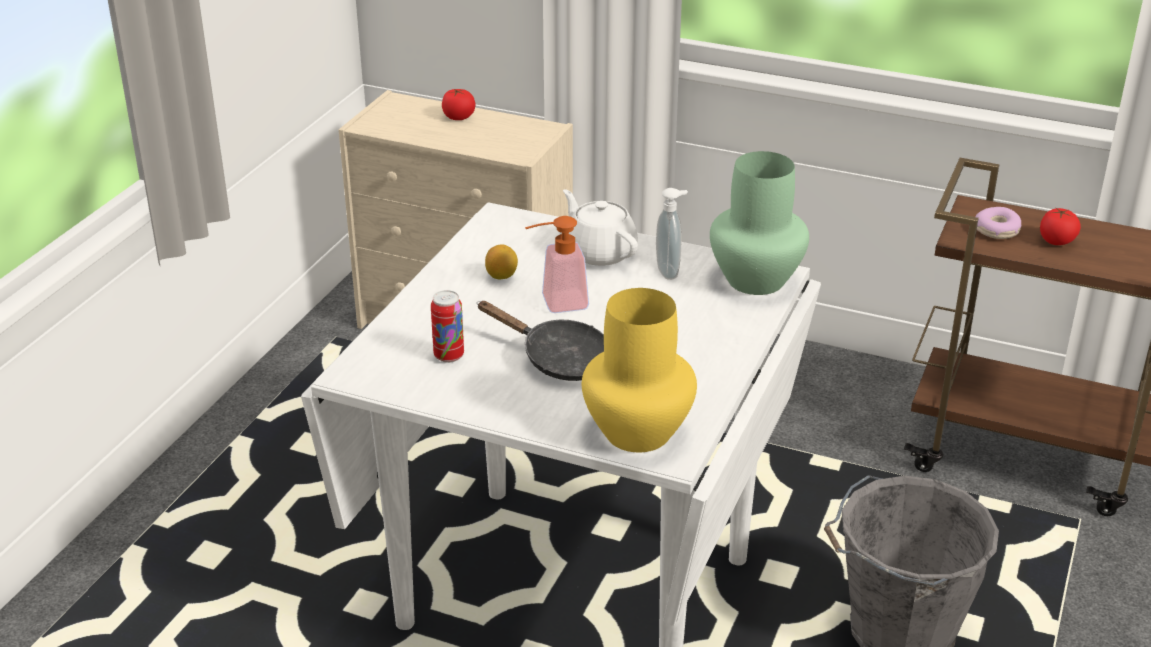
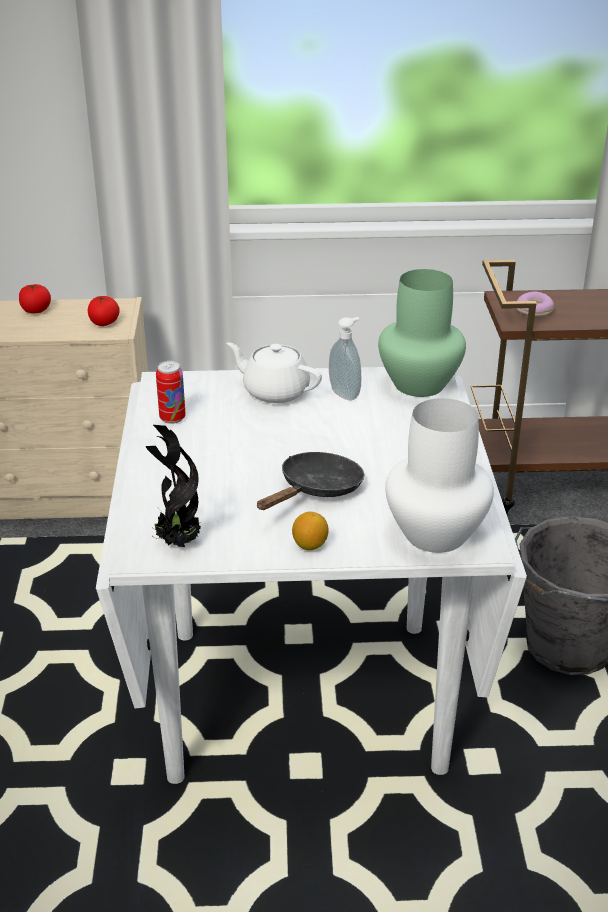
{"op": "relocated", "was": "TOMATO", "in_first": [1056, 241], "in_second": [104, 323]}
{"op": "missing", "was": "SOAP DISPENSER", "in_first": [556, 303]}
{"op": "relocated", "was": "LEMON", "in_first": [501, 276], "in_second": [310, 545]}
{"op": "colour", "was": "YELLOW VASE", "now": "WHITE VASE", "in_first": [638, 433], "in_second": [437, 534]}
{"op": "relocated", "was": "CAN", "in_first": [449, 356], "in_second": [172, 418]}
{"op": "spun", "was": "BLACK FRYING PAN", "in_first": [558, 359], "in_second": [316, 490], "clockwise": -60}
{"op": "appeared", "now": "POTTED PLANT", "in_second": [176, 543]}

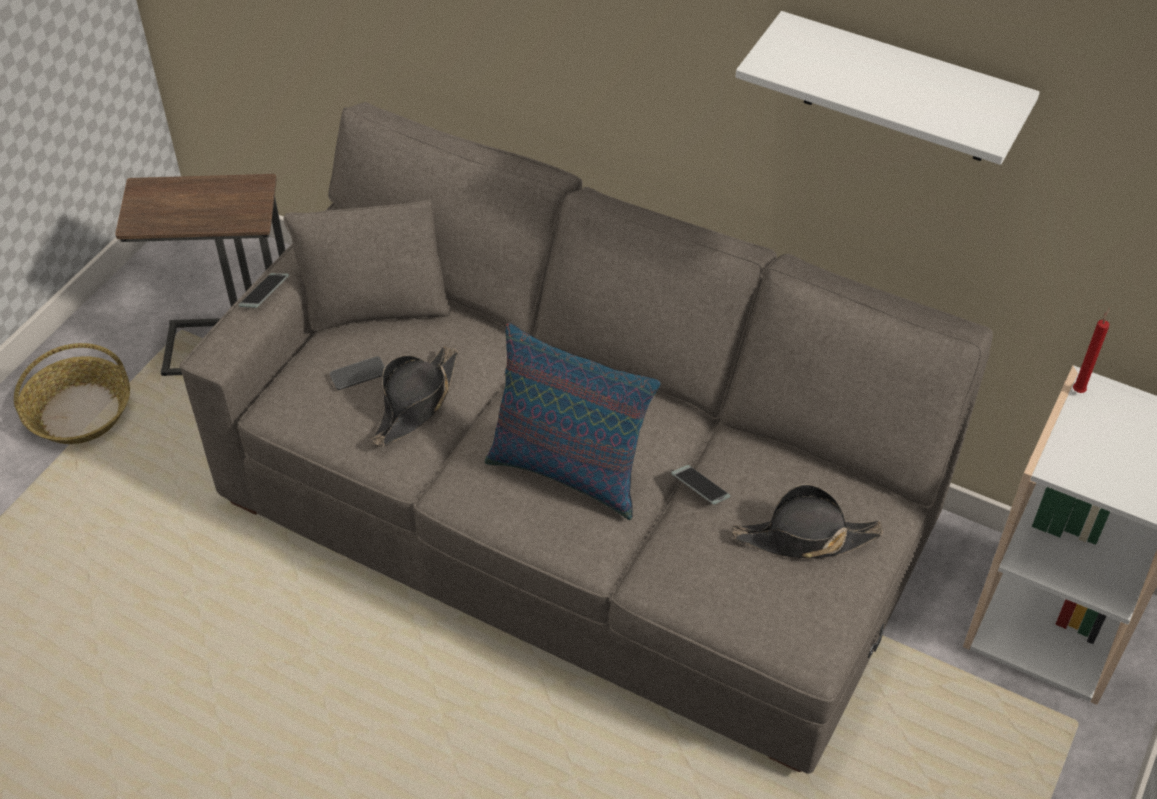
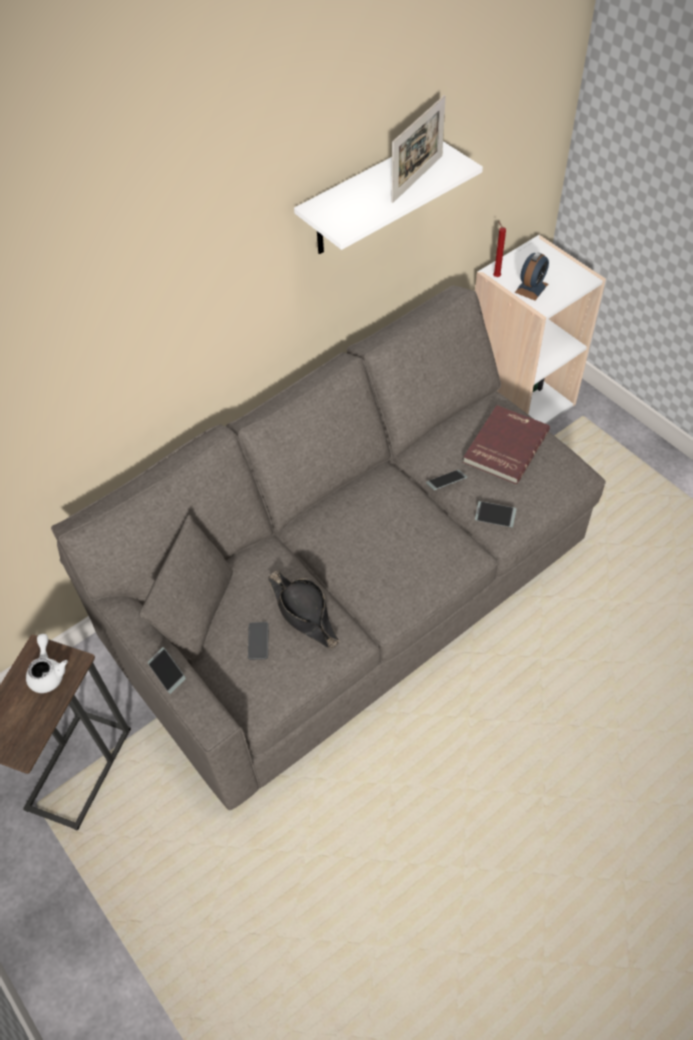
{"op": "missing", "was": "BLUE PILLOW", "in_first": [568, 473]}
{"op": "missing", "was": "BASKET", "in_first": [80, 411]}
{"op": "exchanged", "was": "BLACK HAT", "now": "RED BOOK", "in_first": [805, 538], "in_second": [504, 446]}
{"op": "appeared", "now": "PICTURE FRAME", "in_second": [417, 179]}
{"op": "appeared", "now": "ALARM CLOCK", "in_second": [531, 288]}
{"op": "appeared", "now": "PHONE", "in_second": [495, 516]}
{"op": "appeared", "now": "WHITE TEAPOT", "in_second": [48, 672]}

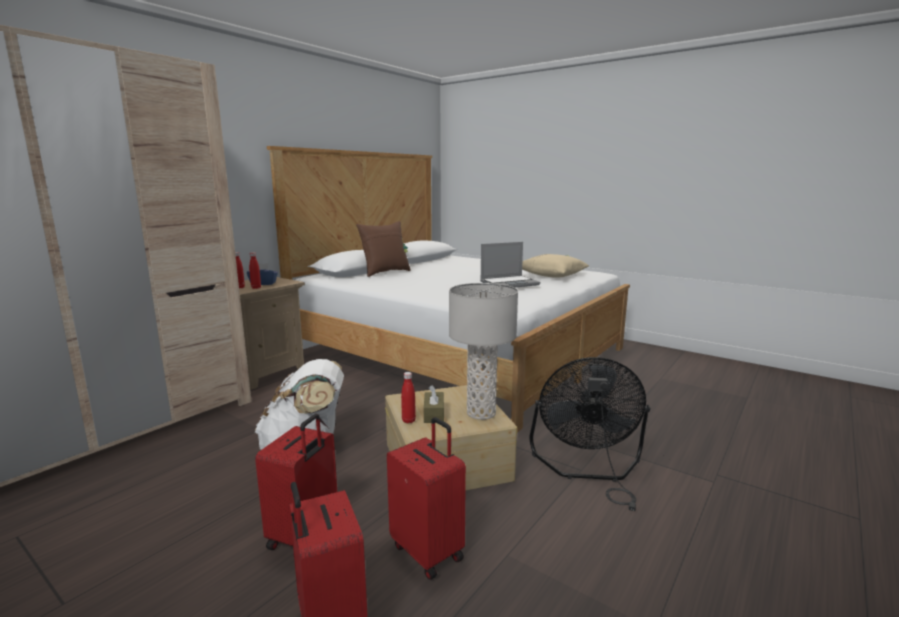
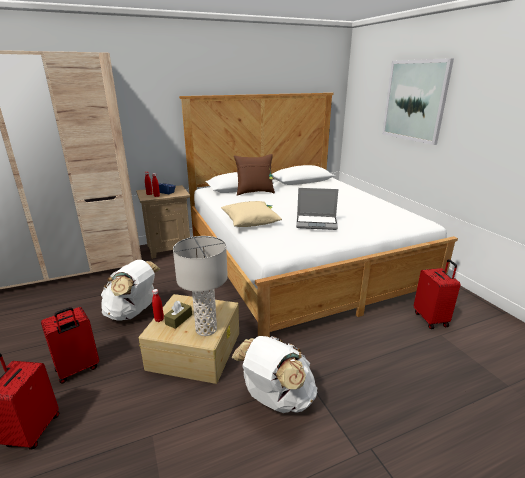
{"op": "relocated", "was": "BEIGE PILLOW", "in_first": [551, 276], "in_second": [250, 222]}
{"op": "exchanged", "was": "BLACK FAN", "now": "WHITE BACKPACK", "in_first": [593, 470], "in_second": [276, 399]}
{"op": "relocated", "was": "RED SUITCASE", "in_first": [429, 551], "in_second": [431, 319]}
{"op": "appeared", "now": "PICTURE", "in_second": [414, 101]}

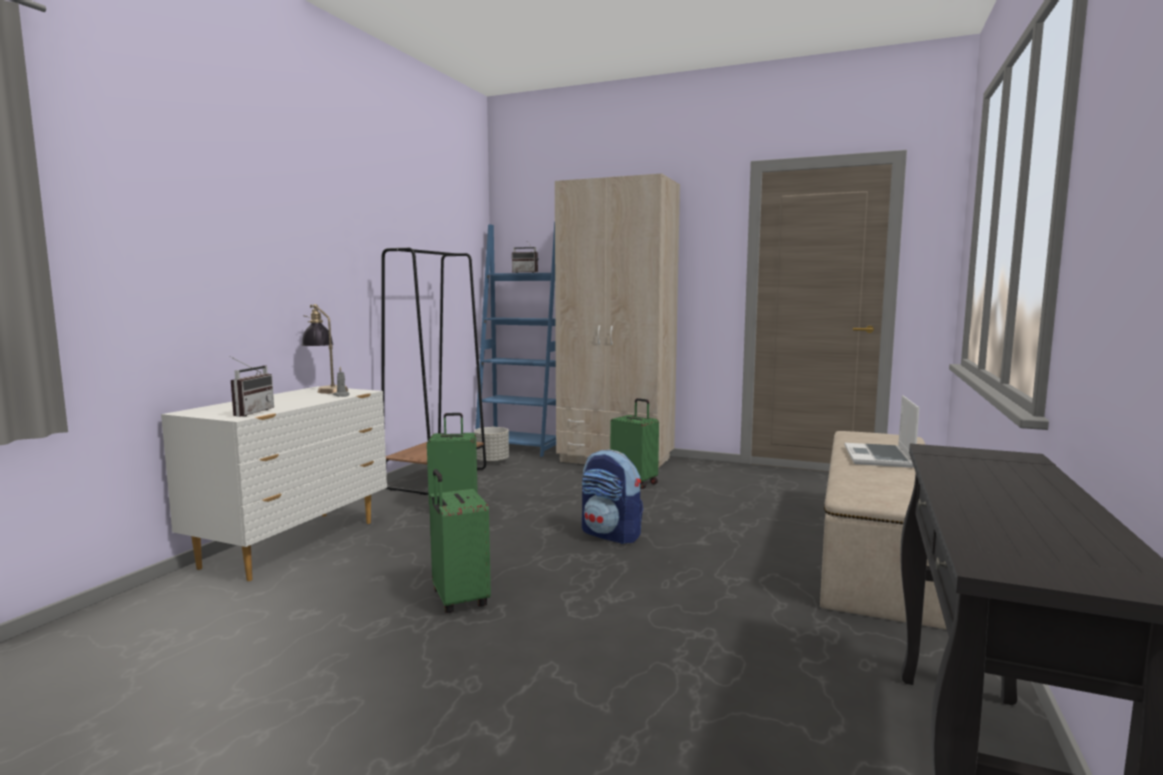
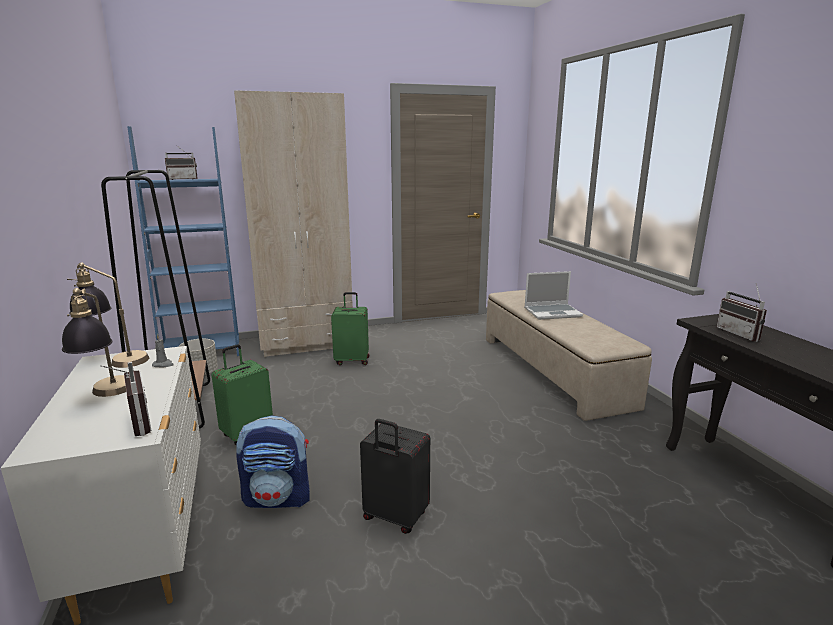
{"op": "spun", "was": "LAPTOP", "in_first": [879, 457], "in_second": [553, 312], "clockwise": -75}
{"op": "relocated", "was": "BACKPACK", "in_first": [611, 535], "in_second": [278, 498]}
{"op": "colour", "was": "GREEN SUITCASE", "now": "BLACK SUITCASE", "in_first": [458, 600], "in_second": [394, 517]}
{"op": "appeared", "now": "RADIO", "in_second": [741, 334]}
{"op": "appeared", "now": "TABLE LAMP", "in_second": [107, 395]}

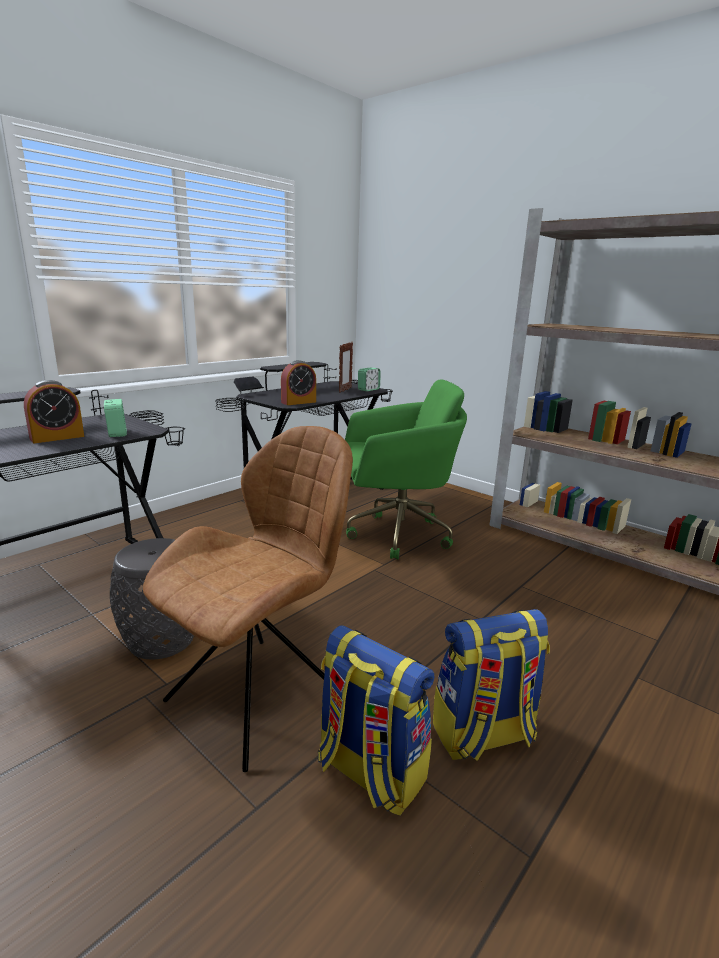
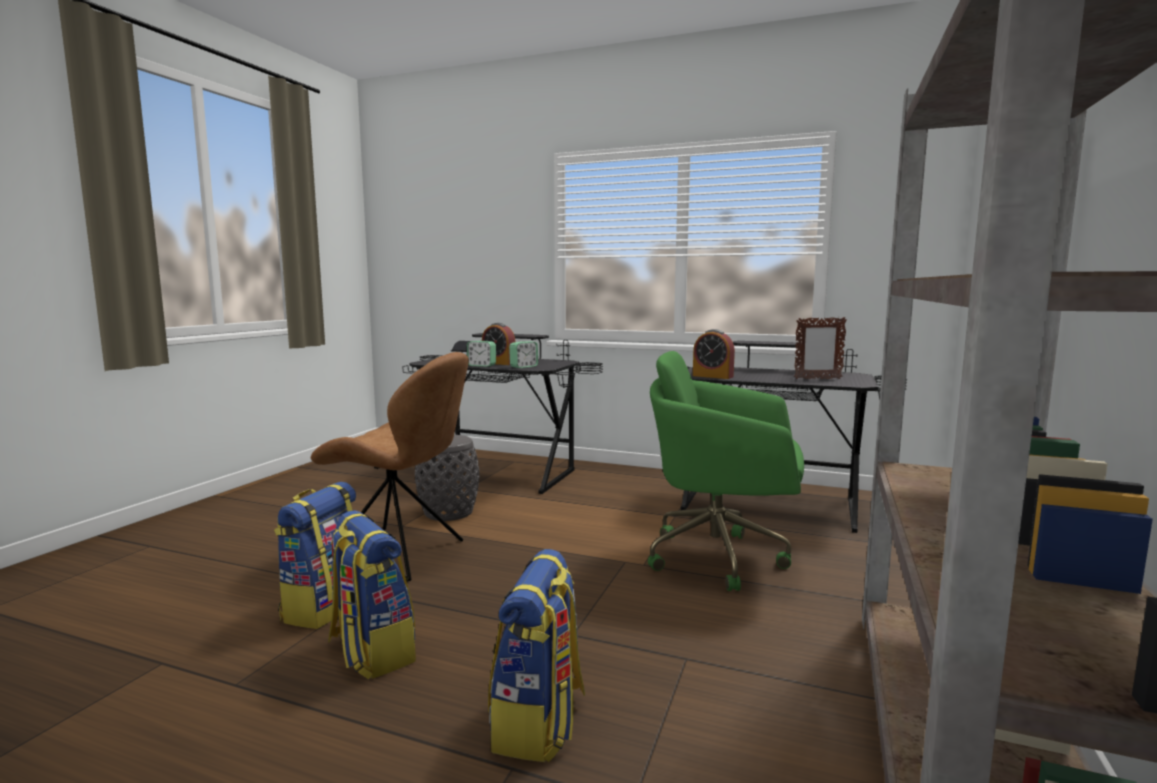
{"op": "relocated", "was": "ALARM CLOCK", "in_first": [368, 389], "in_second": [481, 365]}
{"op": "spun", "was": "GREEN OFFICE CHAIR", "in_first": [394, 536], "in_second": [722, 559], "clockwise": 135}
{"op": "appeared", "now": "BACKPACK", "in_second": [539, 722]}

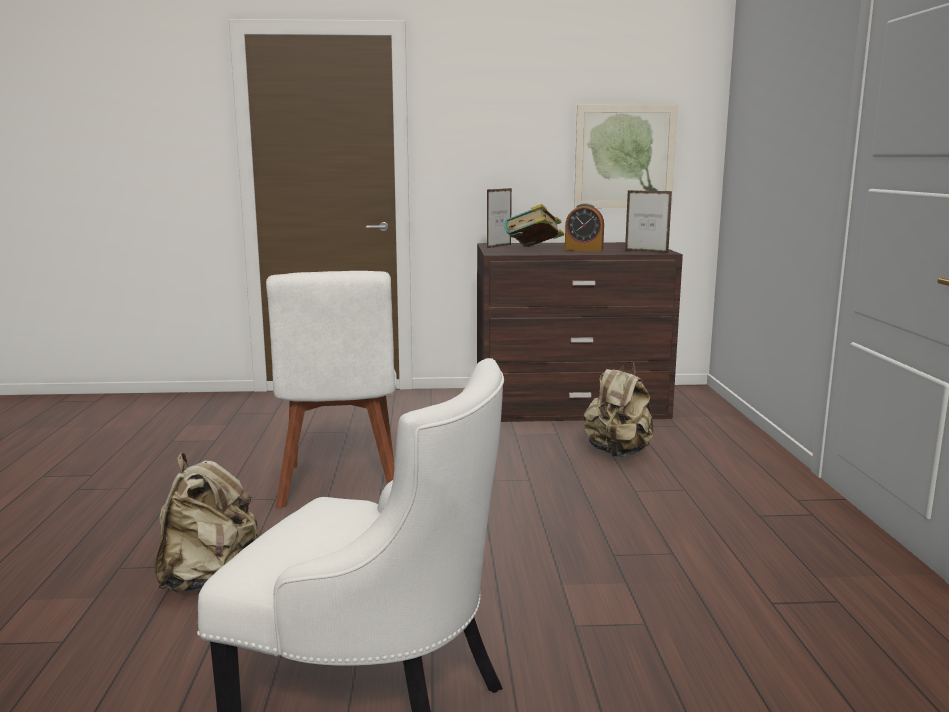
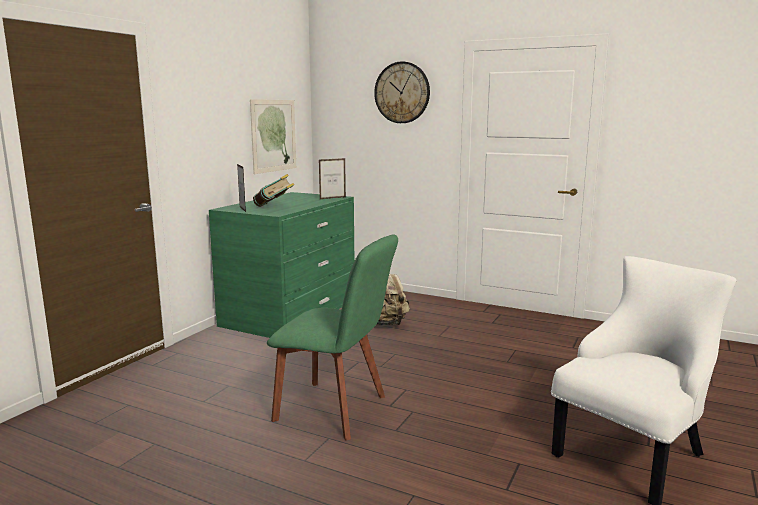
{"op": "missing", "was": "ALARM CLOCK", "in_first": [583, 250]}
{"op": "colour", "was": "BROWN DRESSER", "now": "GREEN DRESSER", "in_first": [569, 403], "in_second": [290, 312]}
{"op": "colour", "was": "WHITE CHAIR", "now": "GREEN CHAIR", "in_first": [340, 486], "in_second": [336, 410]}
{"op": "missing", "was": "BEIGE BACKPACK", "in_first": [208, 578]}
{"op": "appeared", "now": "WALL CLOCK", "in_second": [402, 92]}

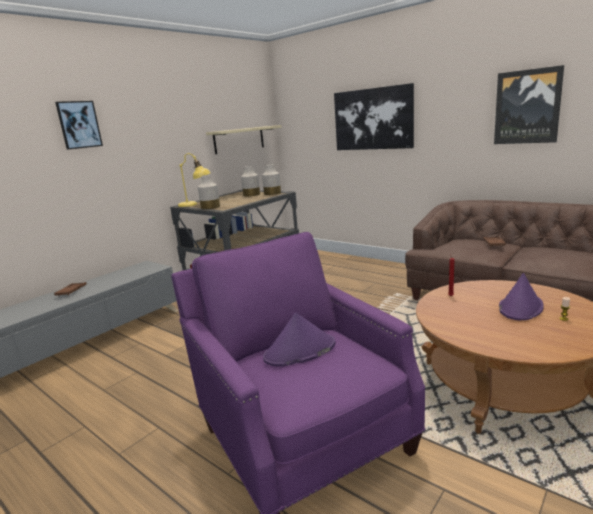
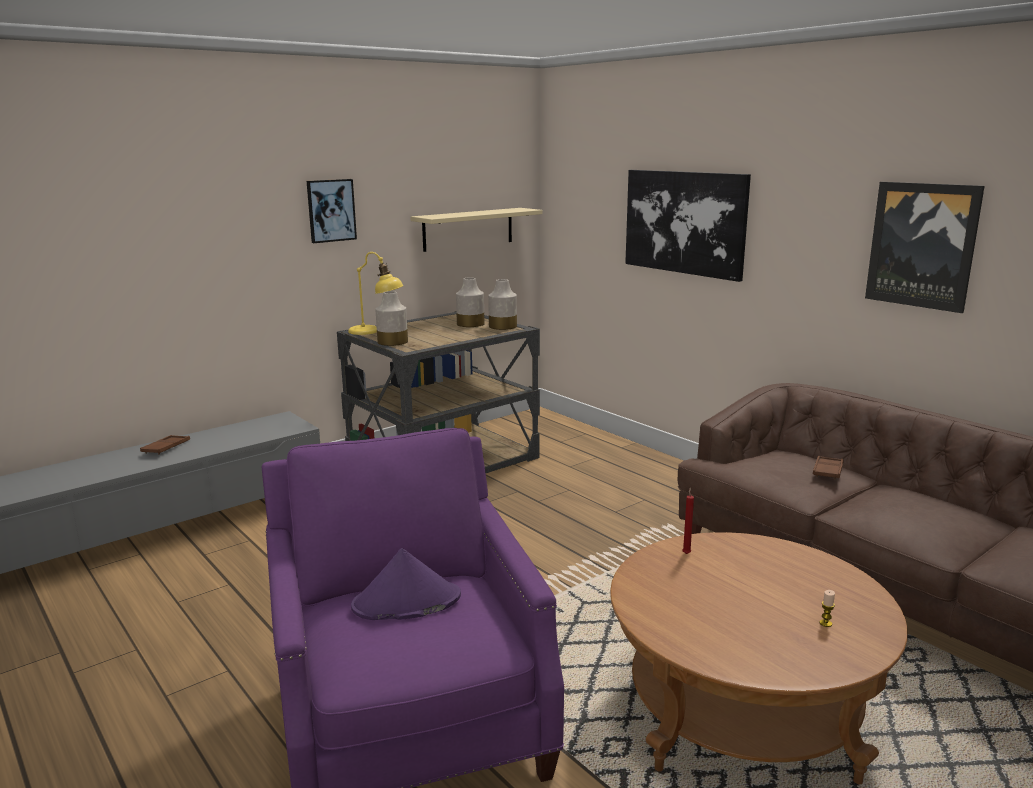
{"op": "relocated", "was": "PICTURE", "in_first": [79, 125], "in_second": [331, 210]}
{"op": "missing", "was": "PURPLE HAT", "in_first": [520, 307]}

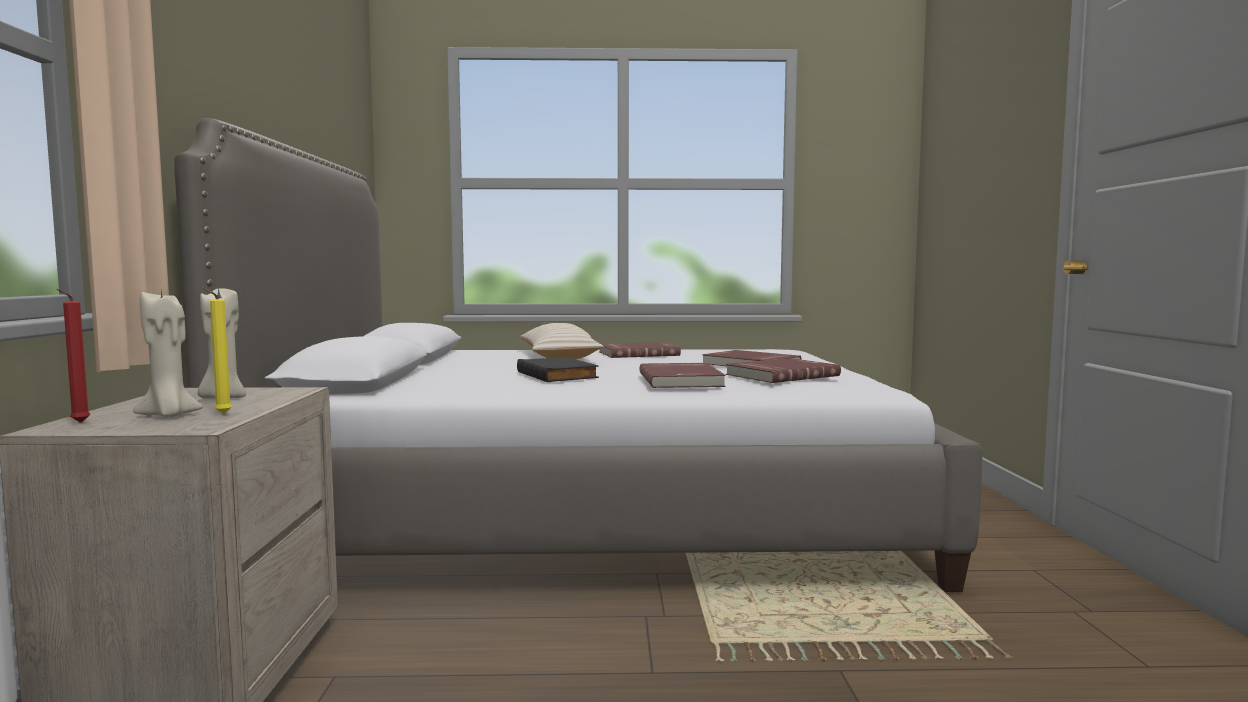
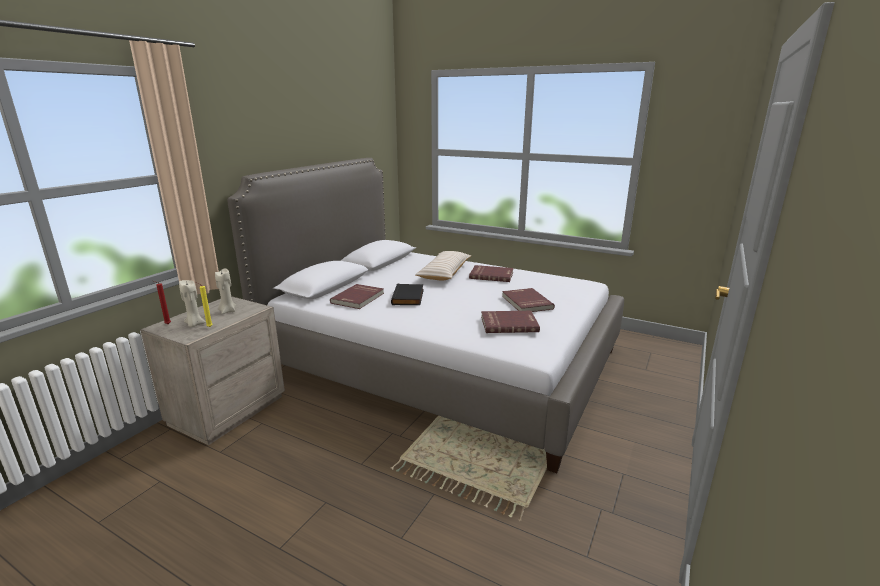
{"op": "relocated", "was": "RED BOOK", "in_first": [682, 380], "in_second": [358, 298]}

